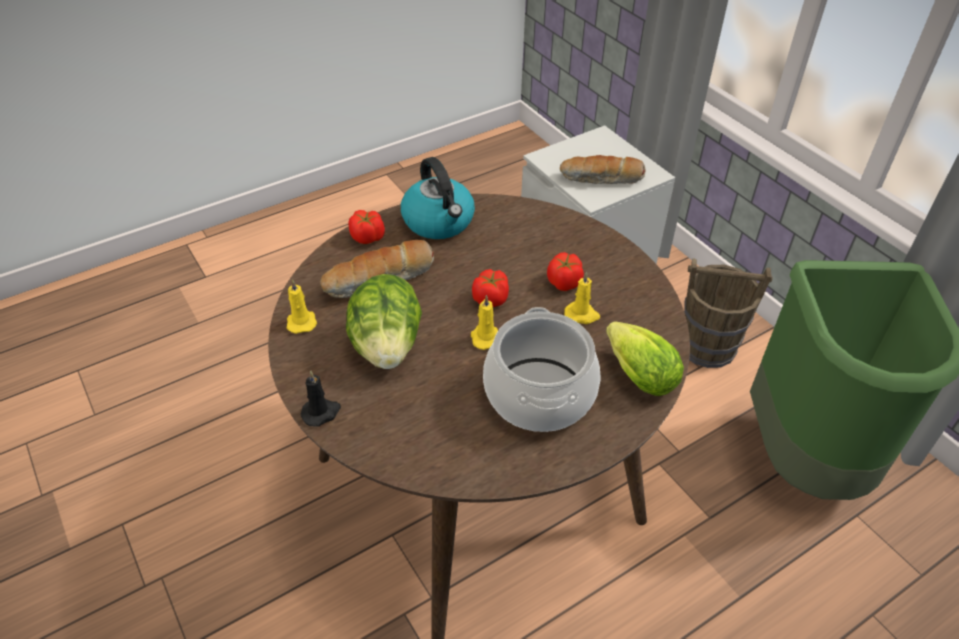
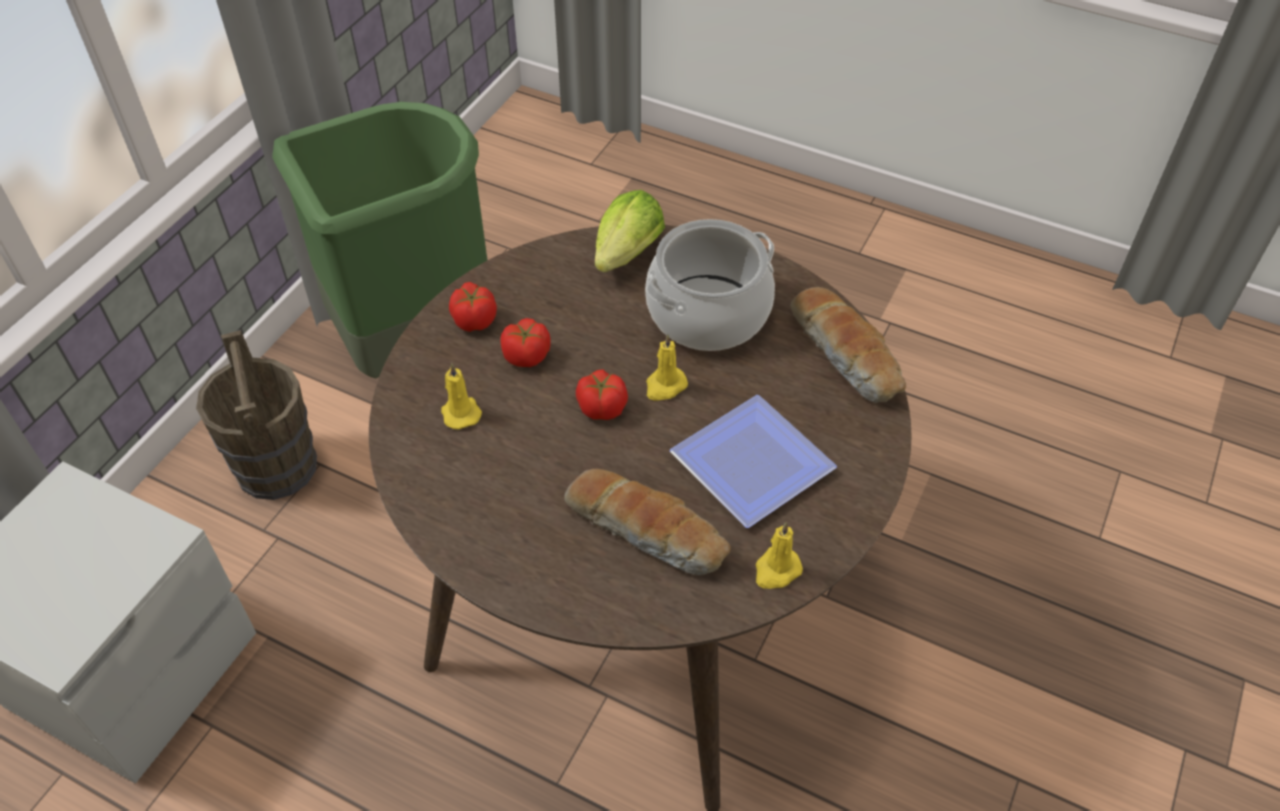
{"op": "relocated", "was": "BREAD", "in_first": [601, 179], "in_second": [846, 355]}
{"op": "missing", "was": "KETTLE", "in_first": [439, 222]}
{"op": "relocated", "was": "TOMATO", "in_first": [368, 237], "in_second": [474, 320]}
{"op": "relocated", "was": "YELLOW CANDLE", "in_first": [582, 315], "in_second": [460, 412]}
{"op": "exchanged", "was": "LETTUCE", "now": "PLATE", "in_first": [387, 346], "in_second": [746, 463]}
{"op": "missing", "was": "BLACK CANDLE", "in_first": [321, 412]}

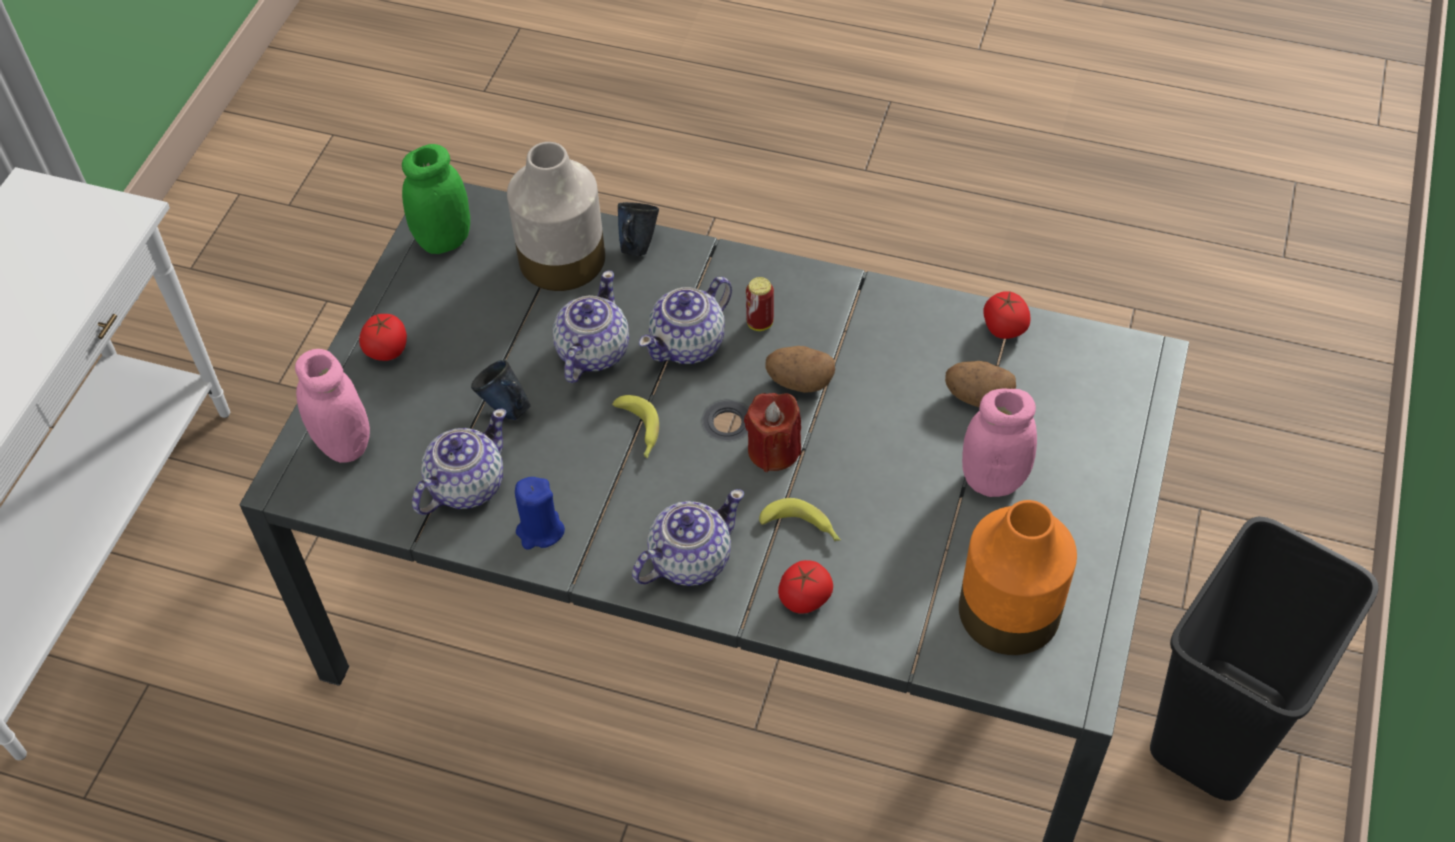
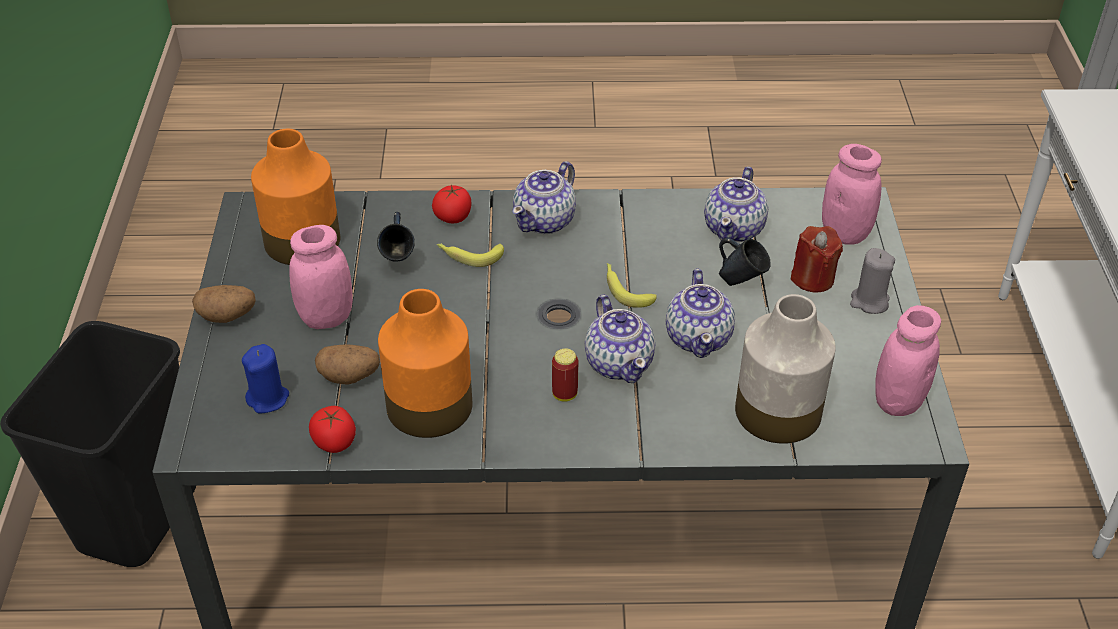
{"op": "colour", "was": "GREEN JAR", "now": "PINK JAR", "in_first": [444, 240], "in_second": [898, 401]}
{"op": "relocated", "was": "BLUE MUG", "in_first": [637, 245], "in_second": [399, 263]}
{"op": "spun", "was": "TEAPOT", "in_first": [689, 344], "in_second": [619, 363], "clockwise": 135}
{"op": "exchanged", "was": "TOMATO", "now": "GREY CANDLE", "in_first": [387, 349], "in_second": [869, 302]}
{"op": "relocated", "was": "POTATO", "in_first": [799, 381], "in_second": [227, 316]}
{"op": "relocated", "was": "RED CANDLE", "in_first": [773, 450], "in_second": [812, 278]}
{"op": "relocated", "was": "BLUE CANDLE", "in_first": [540, 530], "in_second": [268, 398]}
{"op": "appeared", "now": "ORANGE VASE", "in_second": [428, 406]}

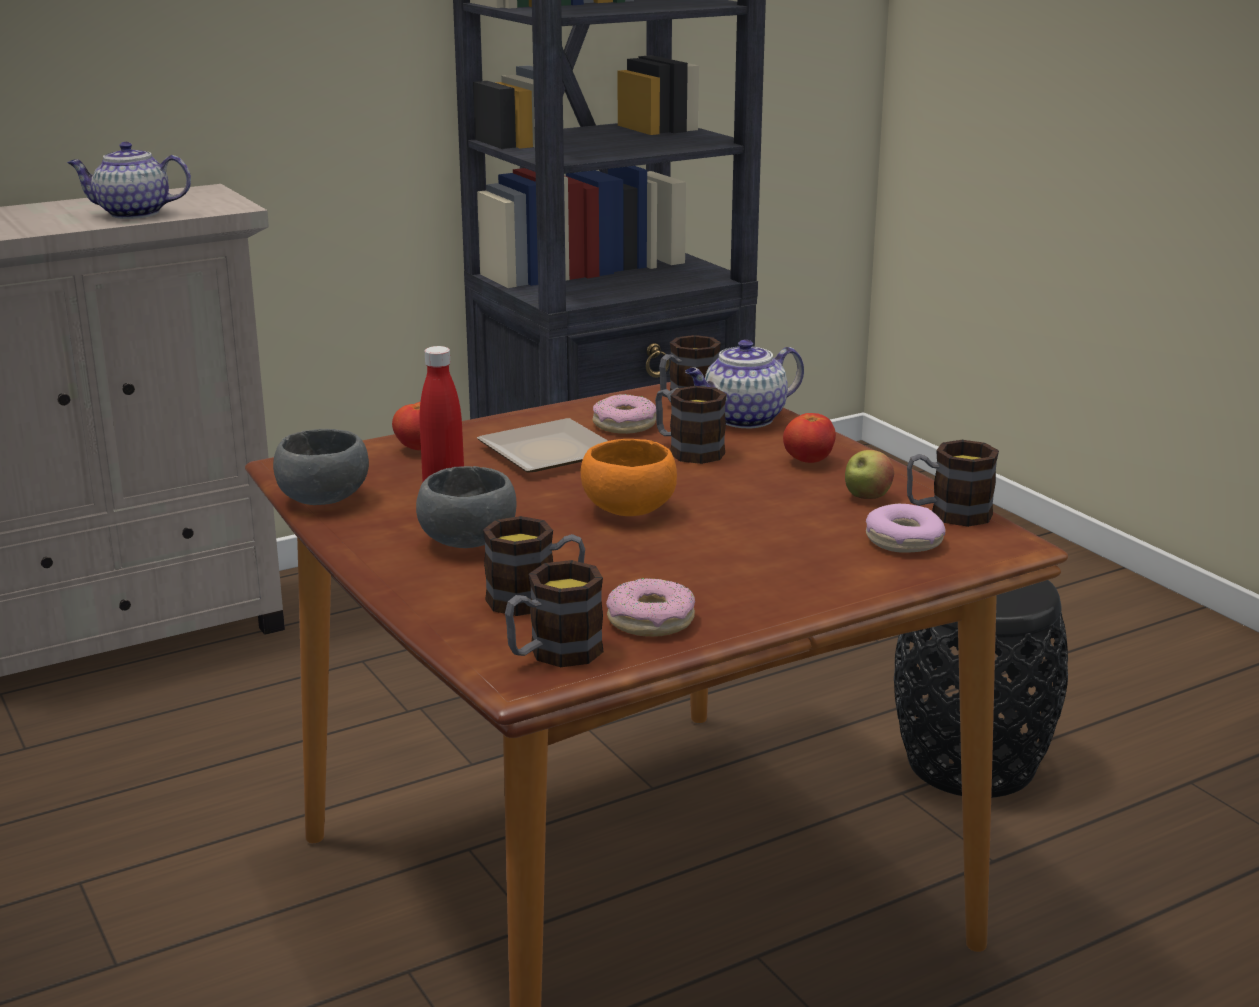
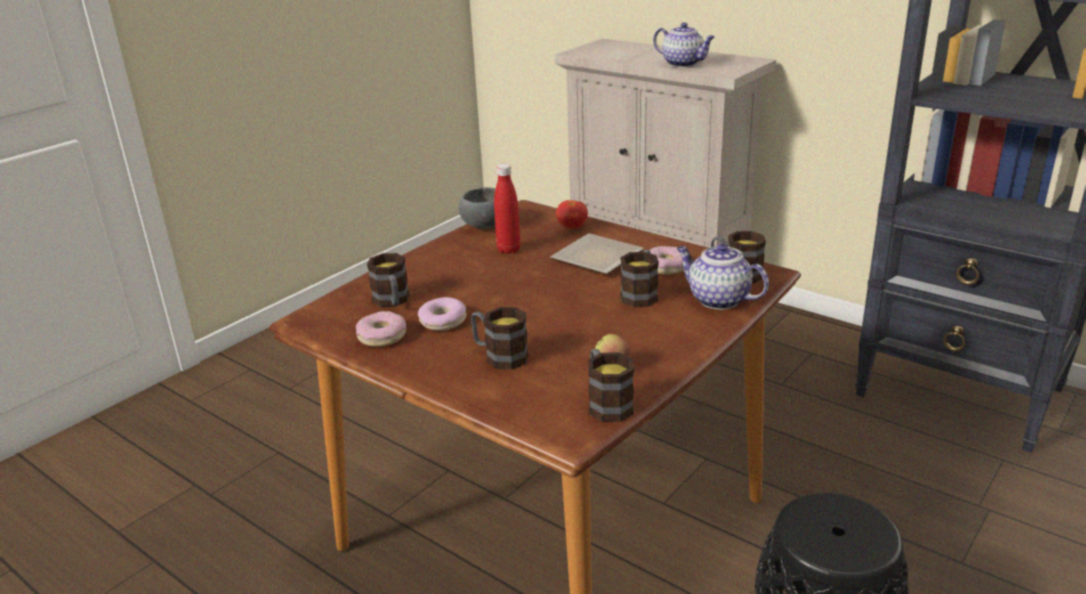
{"op": "spun", "was": "TEAPOT", "in_first": [132, 214], "in_second": [683, 64], "clockwise": 150}
{"op": "missing", "was": "TOMATO", "in_first": [808, 461]}
{"op": "missing", "was": "ORANGE BOWL", "in_first": [629, 511]}
{"op": "missing", "was": "GREY BOWL", "in_first": [470, 542]}
{"op": "relocated", "was": "DONUT", "in_first": [903, 541], "in_second": [443, 321]}
{"op": "relocated", "was": "MUG", "in_first": [553, 654], "in_second": [499, 356]}

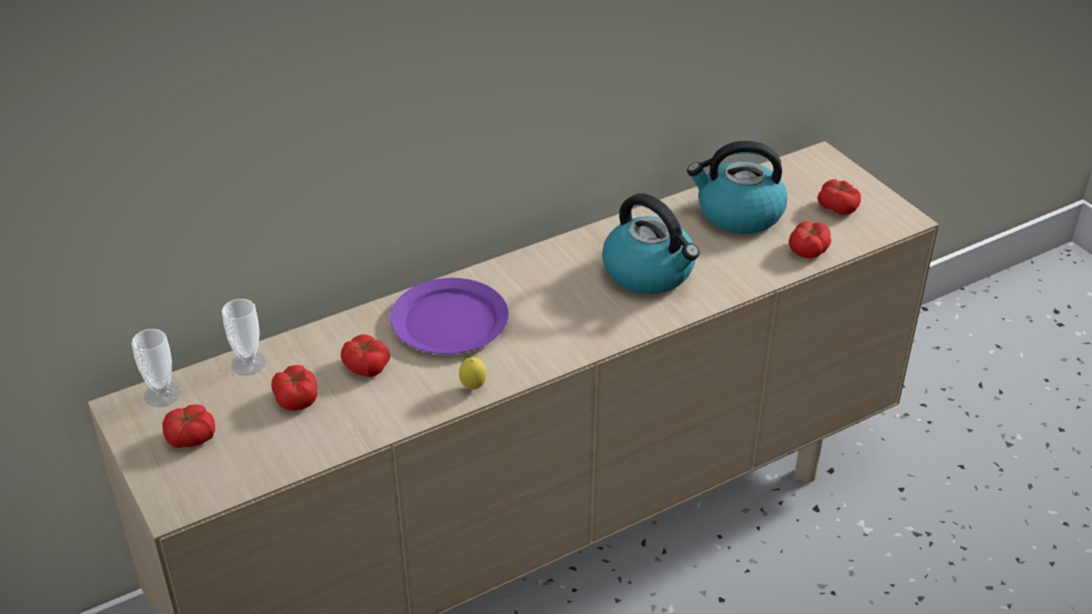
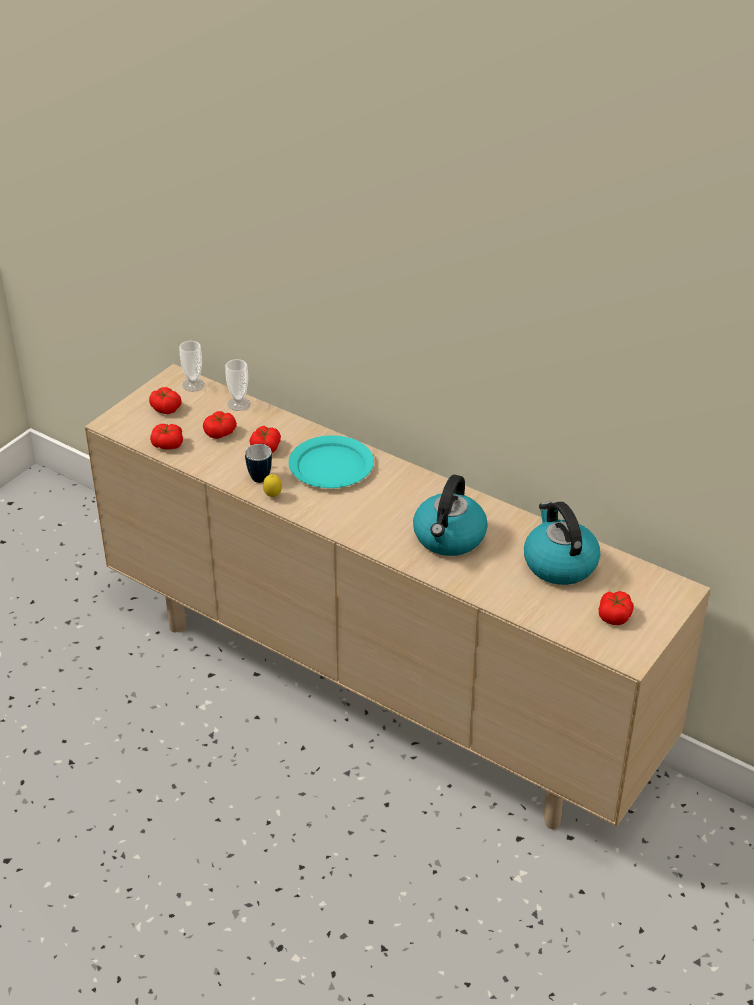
{"op": "relocated", "was": "TOMATO", "in_first": [808, 249], "in_second": [167, 444]}
{"op": "colour", "was": "PURPLE PLATE", "now": "TURQUOISE PLATE", "in_first": [448, 321], "in_second": [330, 465]}
{"op": "appeared", "now": "MUG", "in_second": [260, 475]}

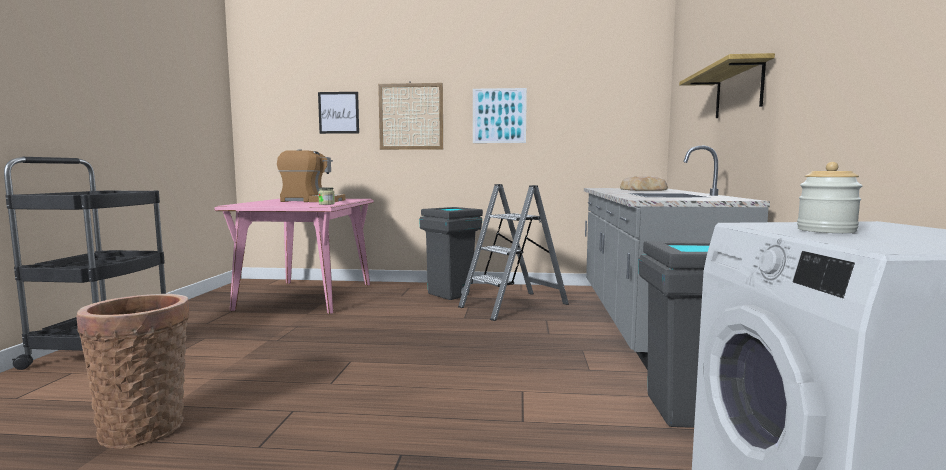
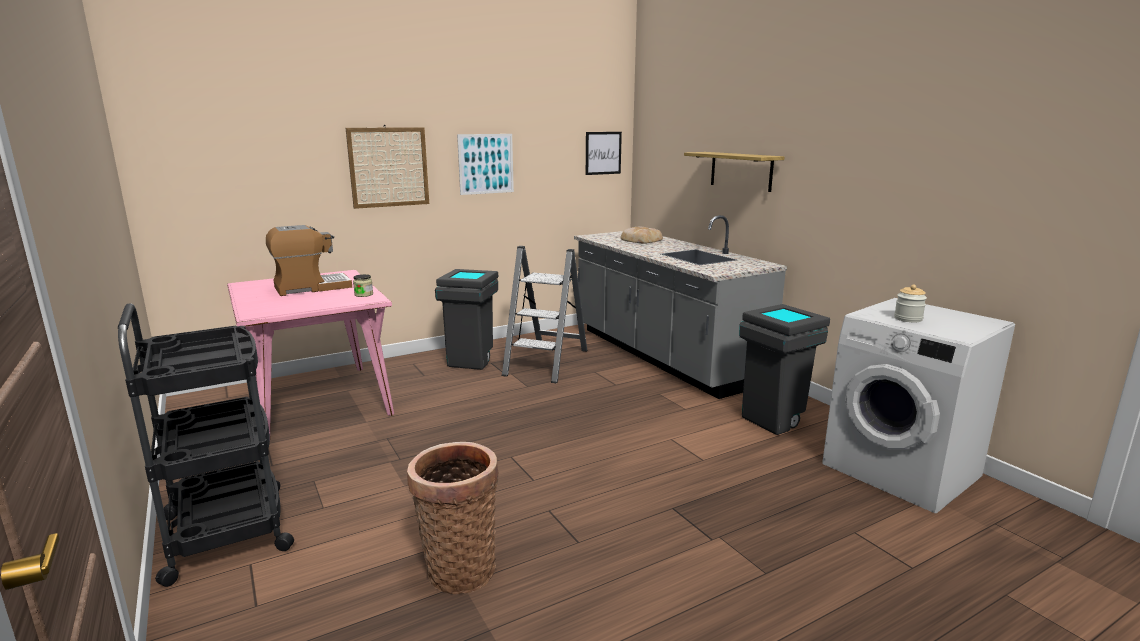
{"op": "relocated", "was": "PICTURE", "in_first": [338, 112], "in_second": [603, 153]}

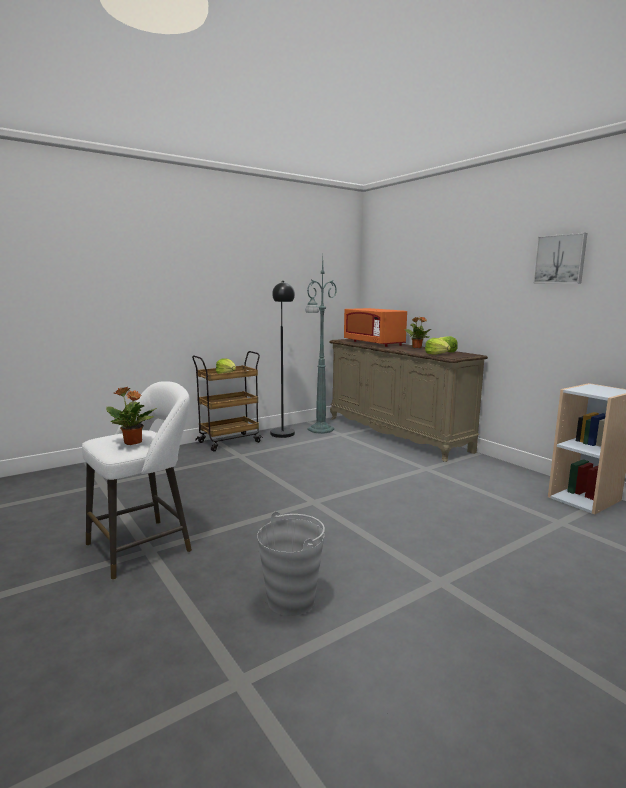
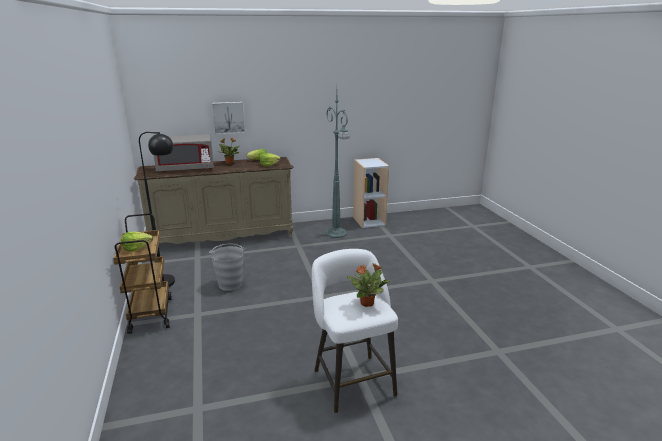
{"op": "relocated", "was": "PICTURE", "in_first": [560, 259], "in_second": [228, 117]}
{"op": "relocated", "was": "GREEN FLOOR LAMP", "in_first": [319, 430], "in_second": [336, 234]}
{"op": "colour", "was": "ORANGE MICROWAVE", "now": "GREY MICROWAVE", "in_first": [374, 343], "in_second": [186, 169]}
{"op": "relocated", "was": "GREY BUCKET", "in_first": [291, 600], "in_second": [230, 284]}

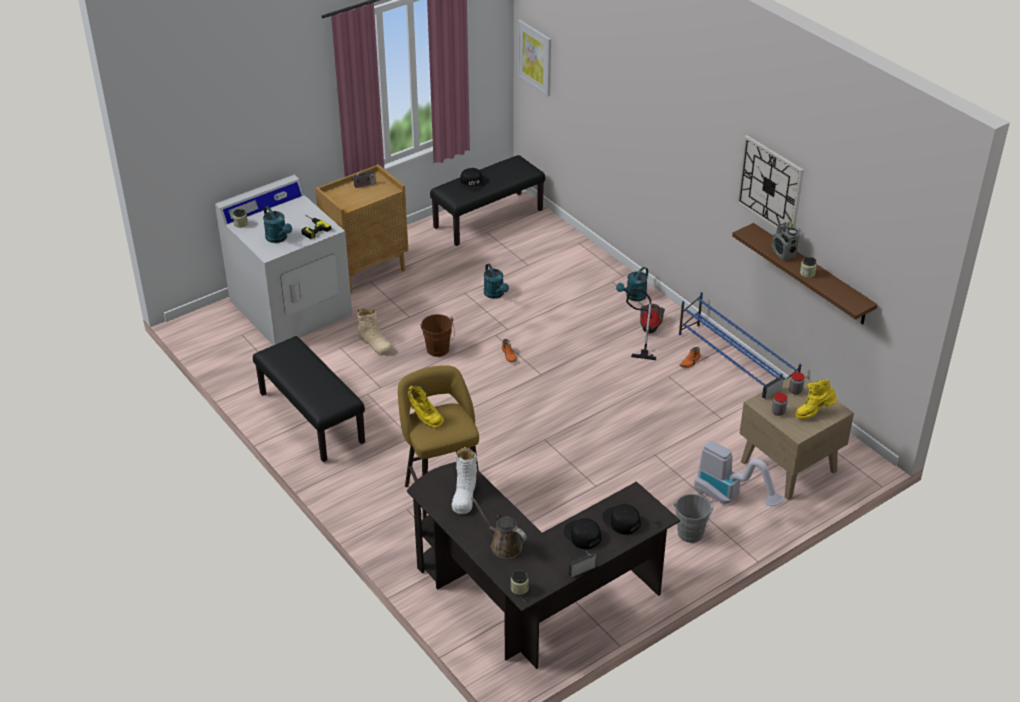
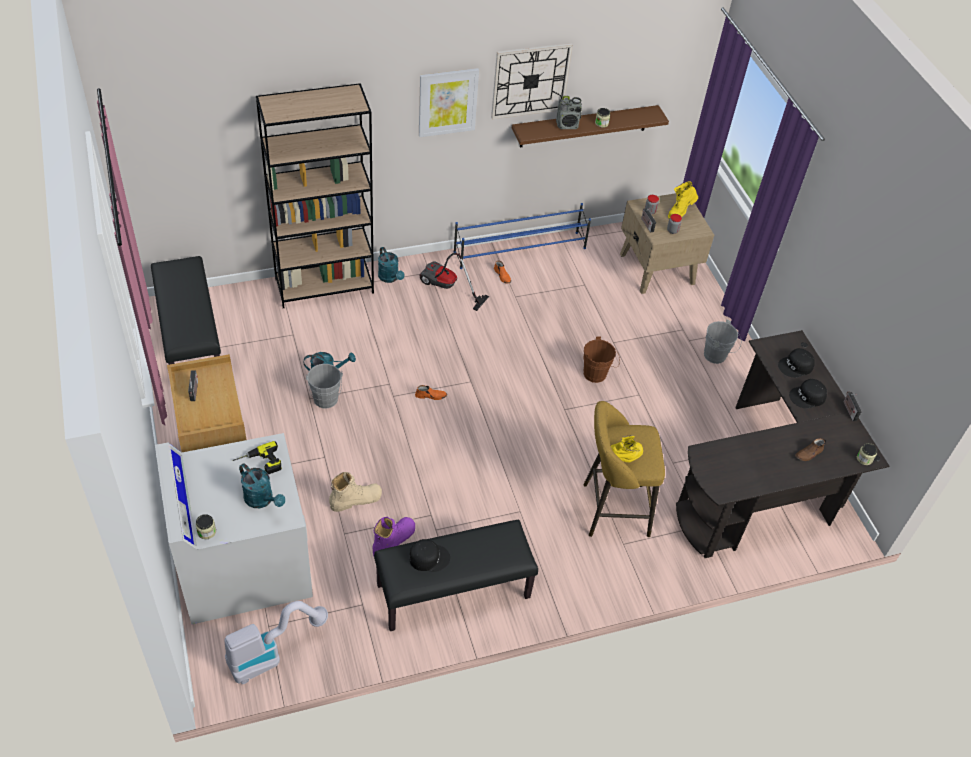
{"op": "relocated", "was": "PICTURE", "in_first": [535, 57], "in_second": [447, 102]}
{"op": "relocated", "was": "BLACK CAP", "in_first": [472, 182], "in_second": [428, 557]}
{"op": "spun", "was": "TURQUOISE WATERING CAN", "in_first": [278, 238], "in_second": [262, 500], "clockwise": 60}
{"op": "relocated", "was": "BROWN BUCKET", "in_first": [438, 351], "in_second": [597, 374]}
{"op": "spun", "was": "YELLOW BOOT", "in_first": [814, 412], "in_second": [680, 212], "clockwise": 45}
{"op": "relocated", "was": "VACUUM CLEANER", "in_first": [731, 498], "in_second": [271, 654]}
{"op": "missing", "was": "WHITE BOOT", "in_first": [464, 494]}
{"op": "exchanged", "was": "BROWN WATERING CAN", "now": "BROWN SHOE", "in_first": [503, 545], "in_second": [809, 454]}
{"op": "appeared", "now": "BEIGE BOOKCASE", "in_second": [325, 285]}
{"op": "appeared", "now": "GREY BUCKET", "in_second": [326, 401]}
{"op": "appeared", "now": "PURPLE BOOT", "in_second": [393, 540]}

